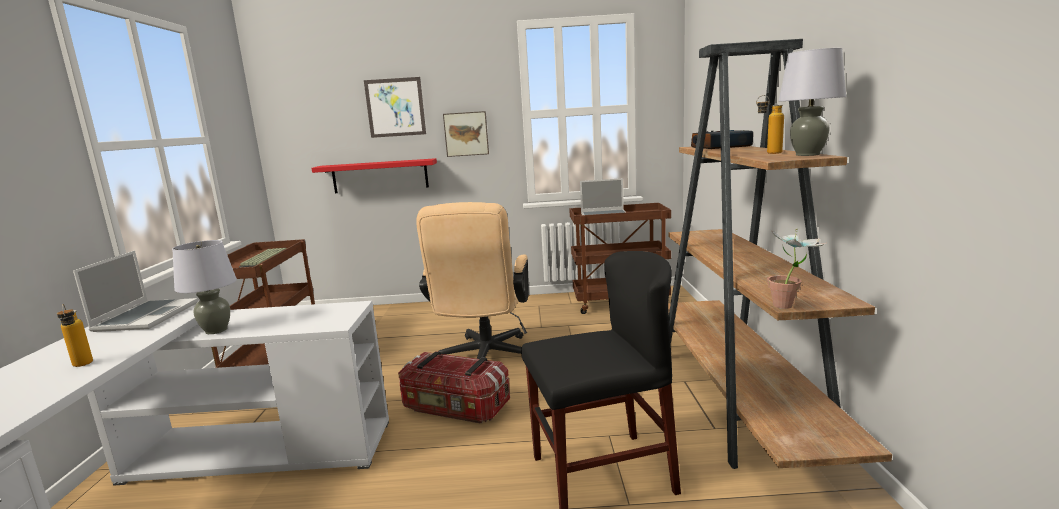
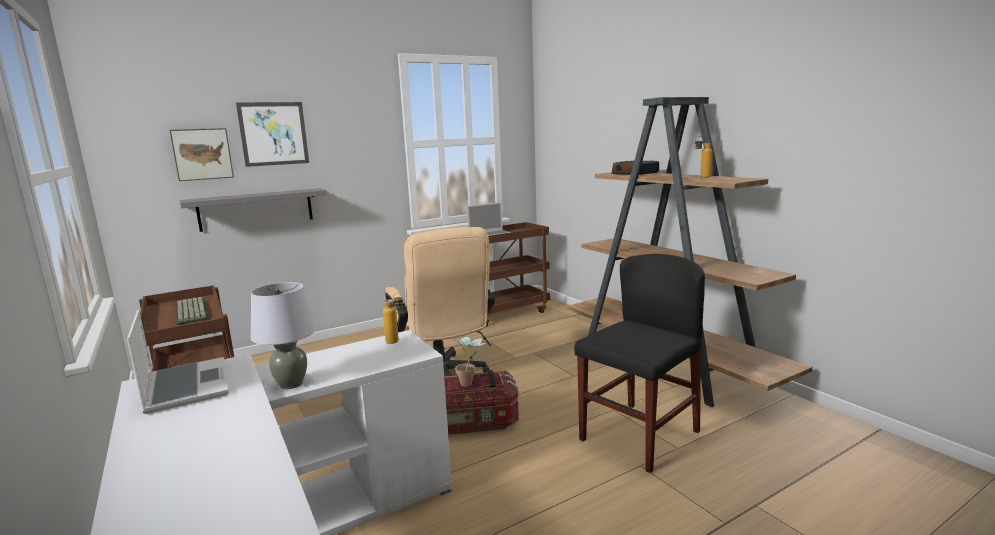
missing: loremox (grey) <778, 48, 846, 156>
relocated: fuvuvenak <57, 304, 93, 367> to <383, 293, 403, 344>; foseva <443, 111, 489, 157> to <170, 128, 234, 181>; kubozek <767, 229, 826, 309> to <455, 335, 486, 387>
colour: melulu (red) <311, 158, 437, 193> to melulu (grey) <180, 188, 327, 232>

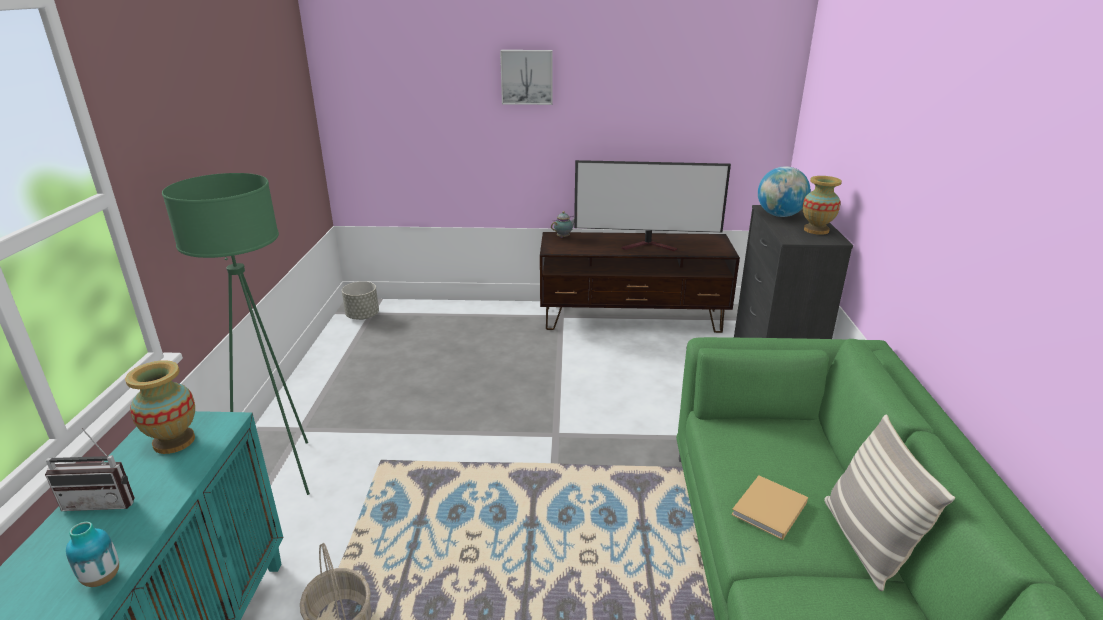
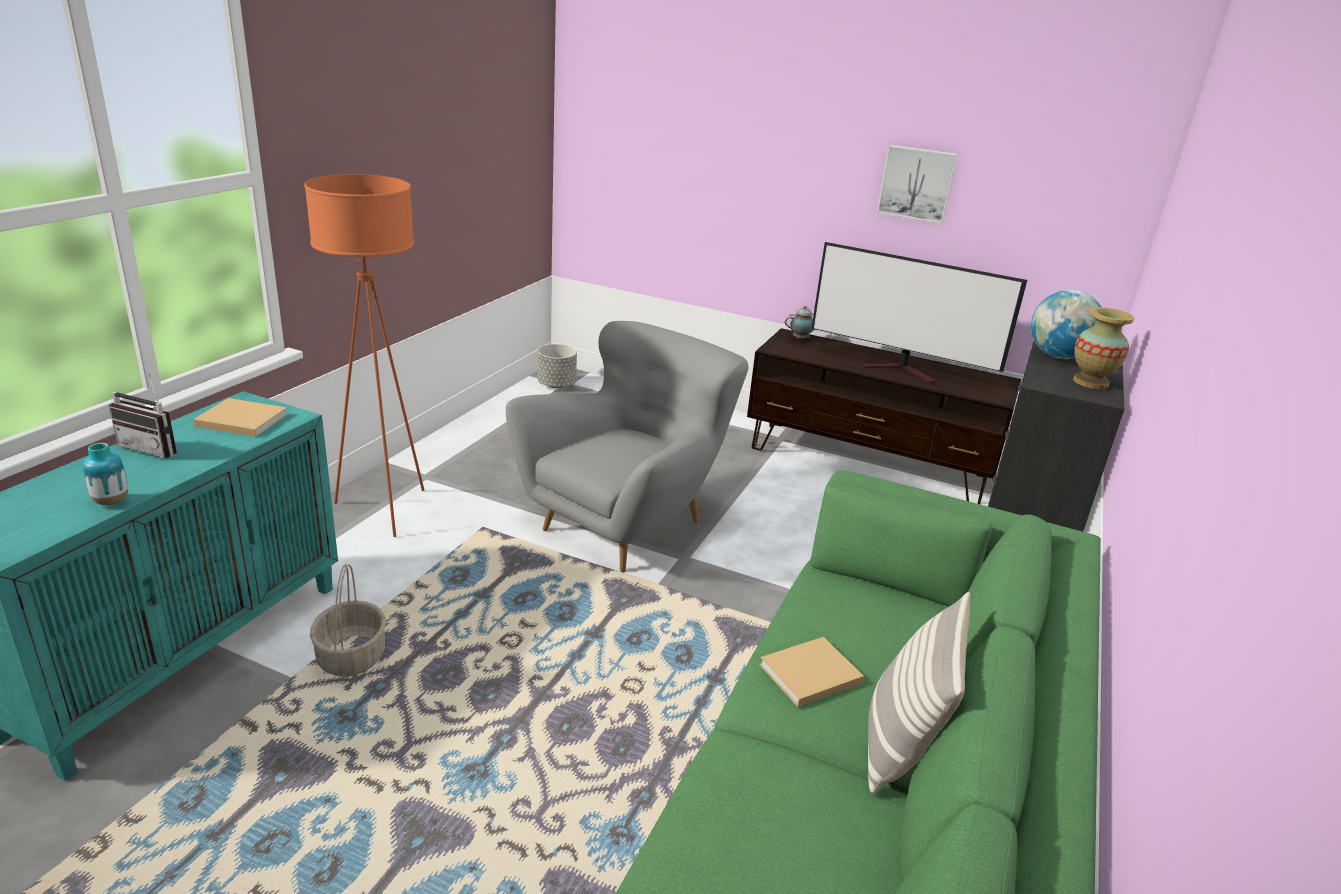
appeared: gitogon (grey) <506, 321, 748, 573>
relocated: foseva <500, 50, 553, 105> to <877, 145, 958, 223>
exchanged: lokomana <125, 360, 195, 454> to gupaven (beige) <193, 398, 288, 437>
colour: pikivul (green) <162, 173, 310, 495> to pikivul (orange) <304, 174, 424, 537>

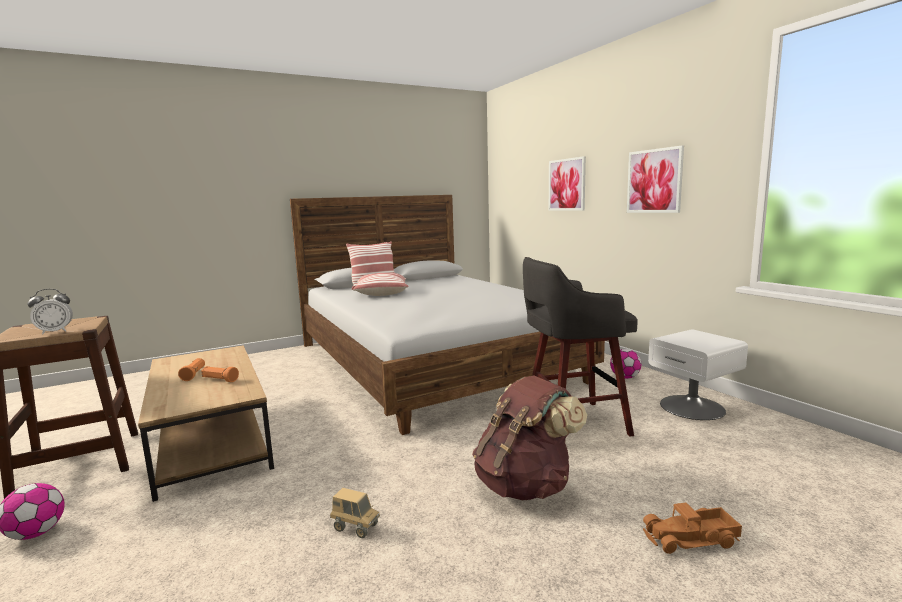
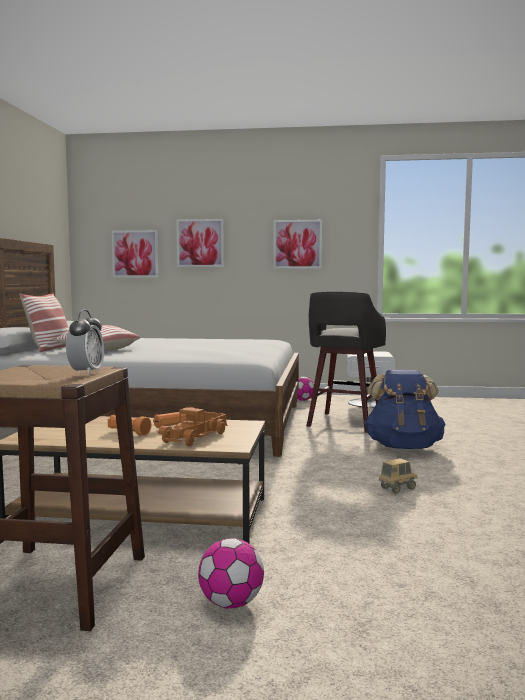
appeared: foseva <112, 230, 158, 278>
relocated: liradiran <643, 503, 742, 554> to <158, 407, 228, 446>
colour: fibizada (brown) <472, 376, 587, 500> to fibizada (blue) <364, 370, 445, 449>

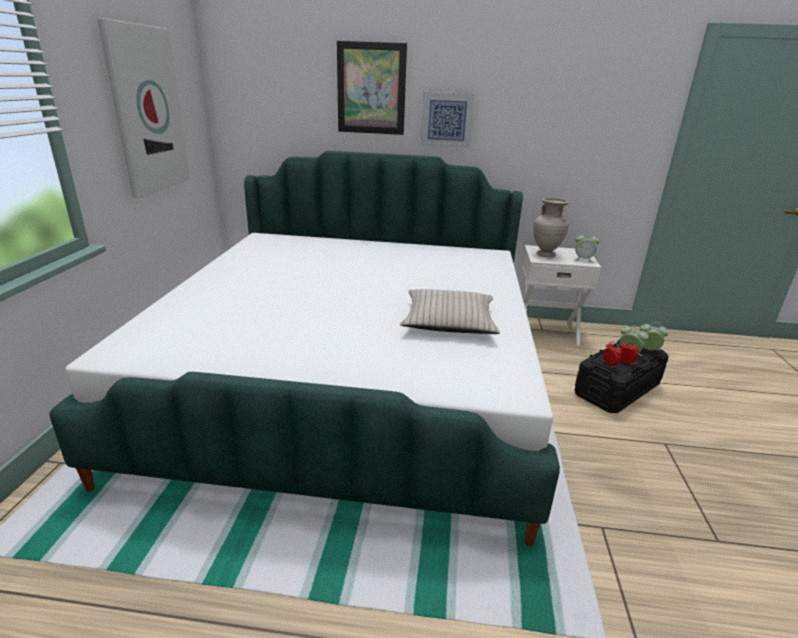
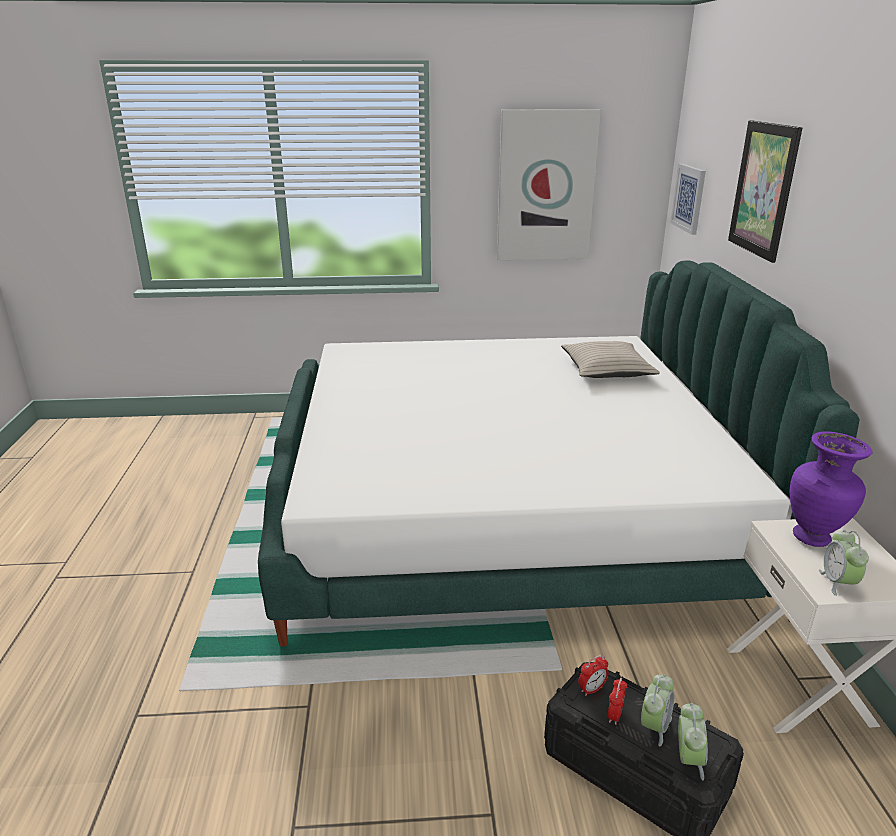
relocated: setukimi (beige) <400, 289, 500, 334> to <561, 341, 660, 378>; foseva <421, 92, 475, 148> to <670, 164, 706, 235>
colour: lokomana (beige) <533, 198, 569, 257> to lokomana (purple) <790, 431, 873, 547>

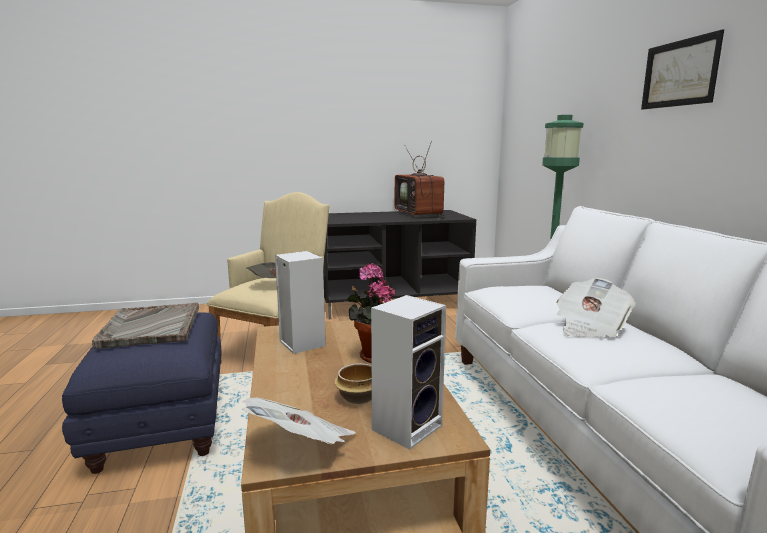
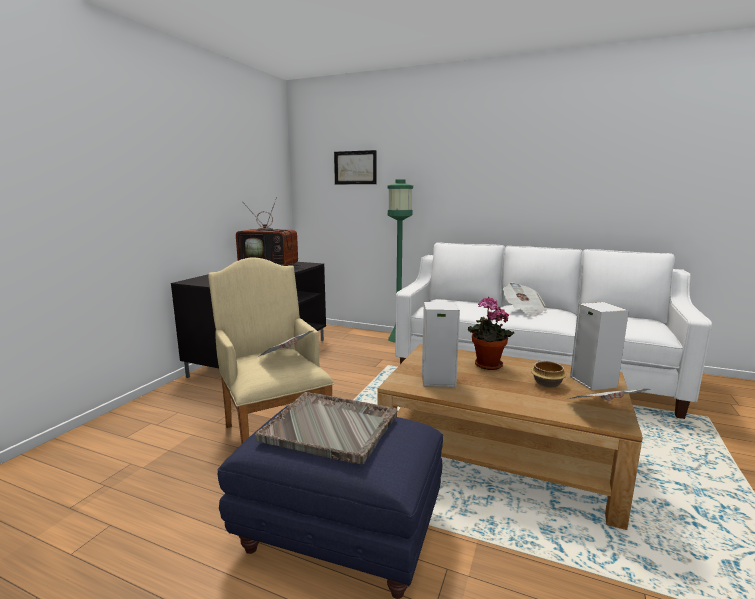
relocated: foseva <641, 29, 724, 110> to <334, 150, 376, 184>

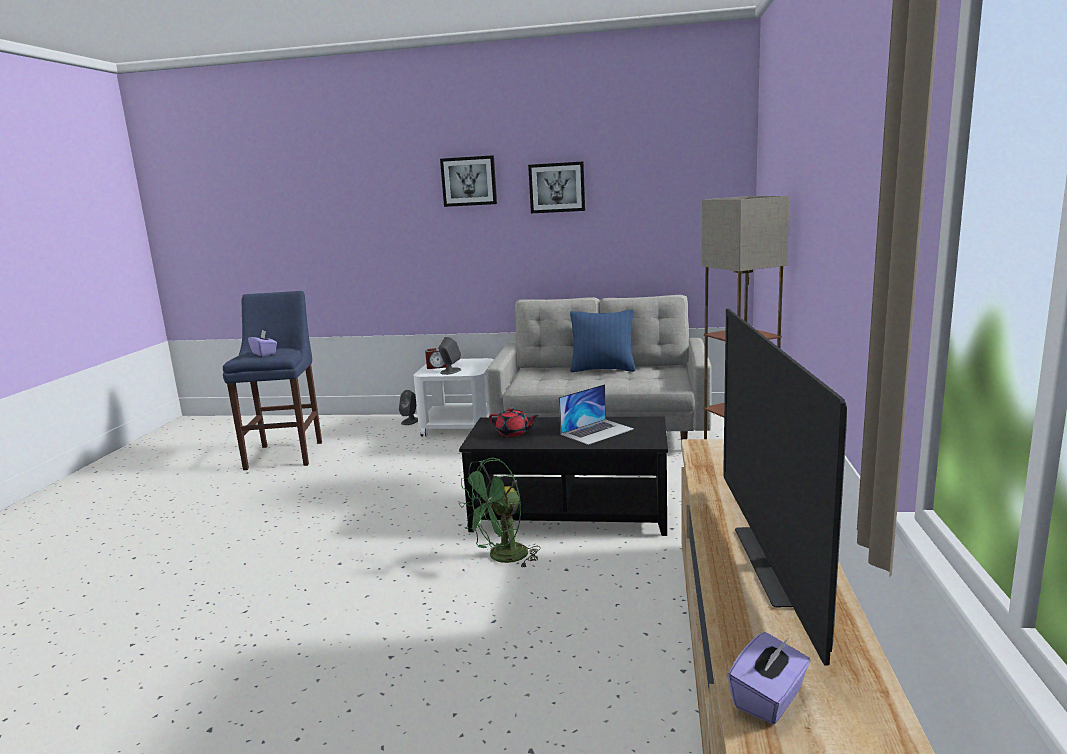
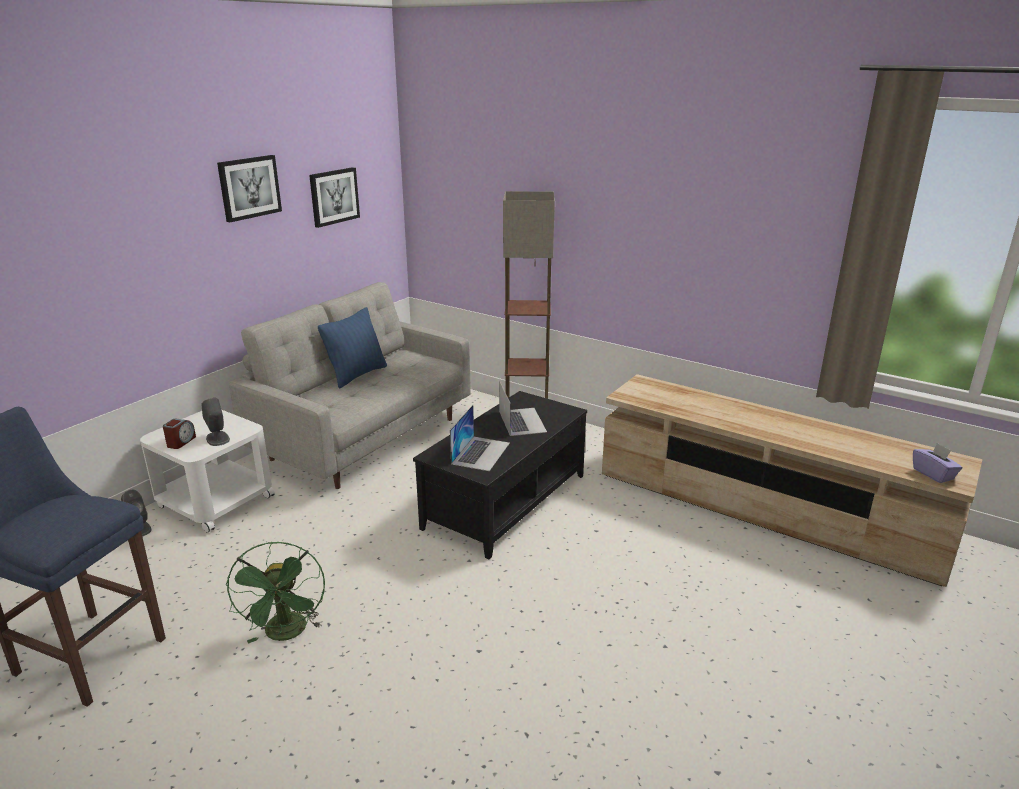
missing: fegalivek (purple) <248, 330, 277, 356>; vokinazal <723, 309, 847, 665>
relocated: foseva <440, 155, 497, 207> to <309, 167, 360, 228>; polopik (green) <459, 458, 541, 567> to <226, 541, 325, 644>
exchanged: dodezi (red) <489, 407, 538, 437> to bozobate <450, 405, 510, 471>

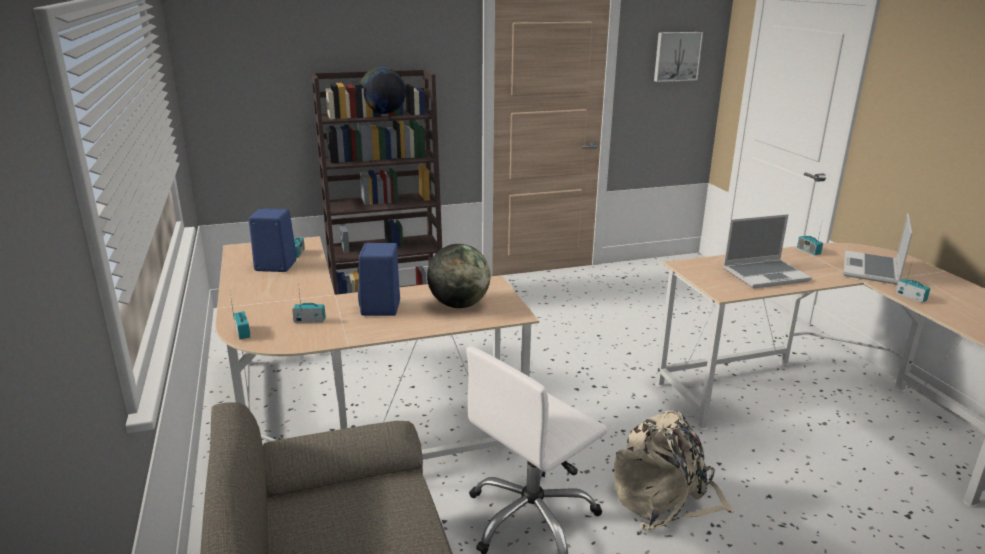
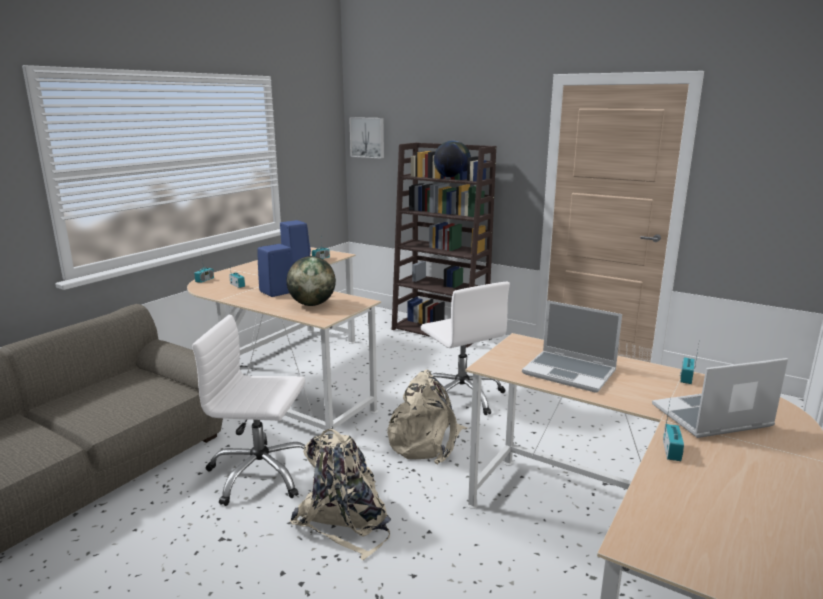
appeared: fibizada (beige) <387, 370, 468, 464>; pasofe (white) <421, 282, 510, 415>
relocated: foseva <654, 32, 703, 82> to <349, 117, 384, 159>

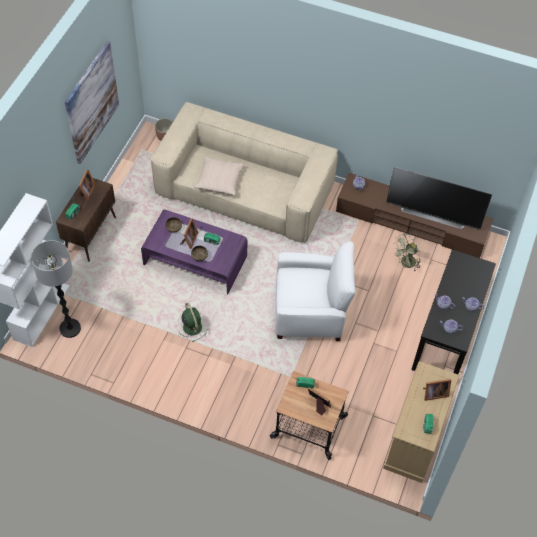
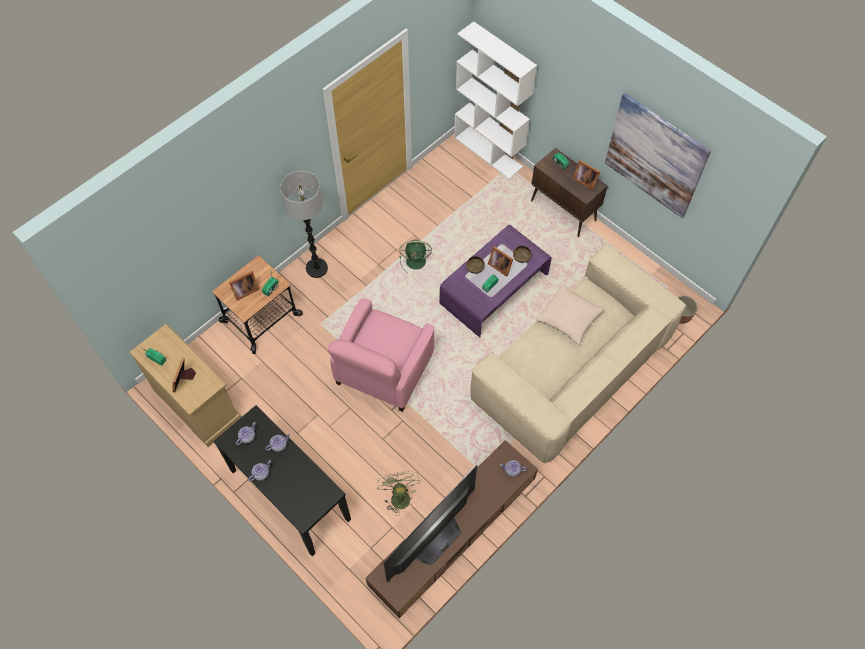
relocated: pikivul <31, 240, 81, 338> to <280, 171, 328, 278>
colour: gitogon (white) <275, 241, 355, 341> to gitogon (pink) <328, 298, 434, 412>

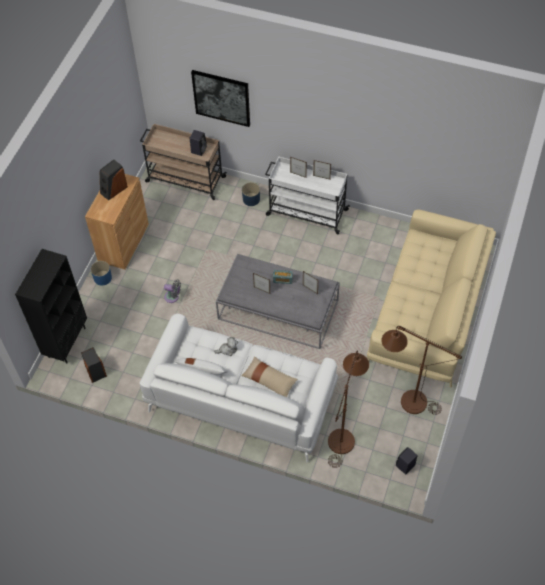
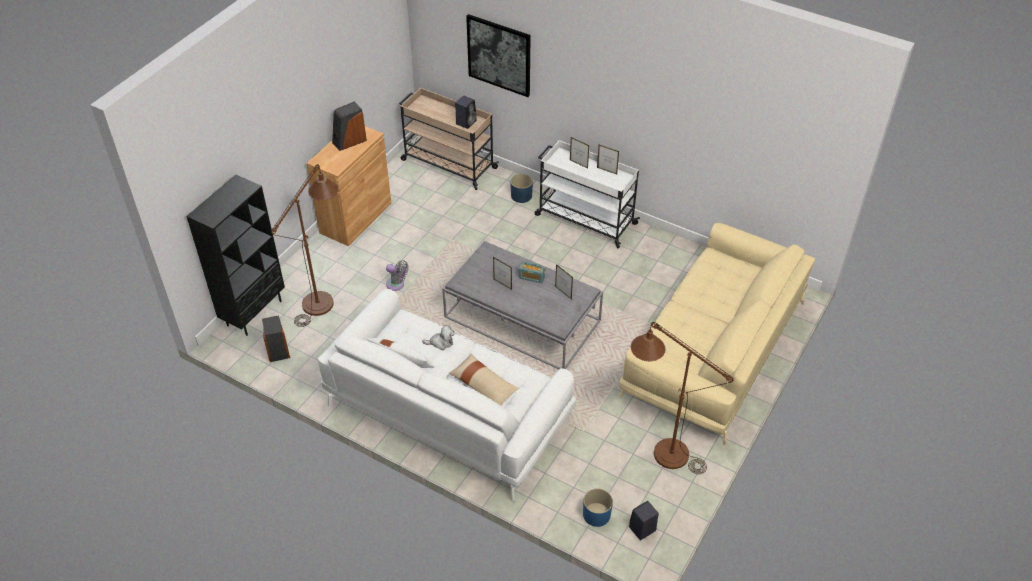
relocated: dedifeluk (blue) <91, 261, 112, 286> to <583, 488, 613, 527>; pikivul (brown) <328, 350, 369, 468> to <271, 164, 339, 327>

